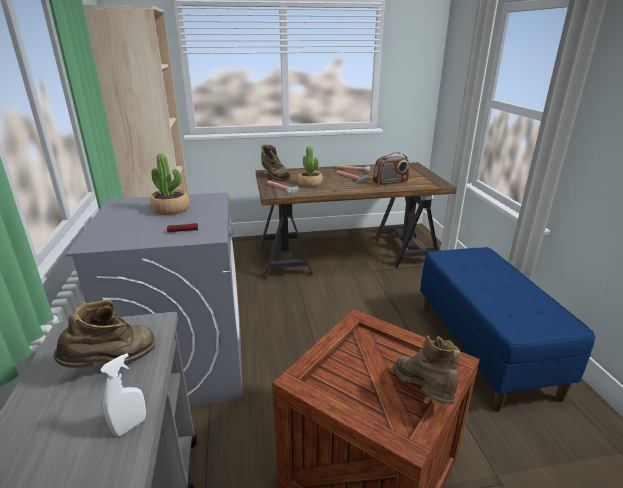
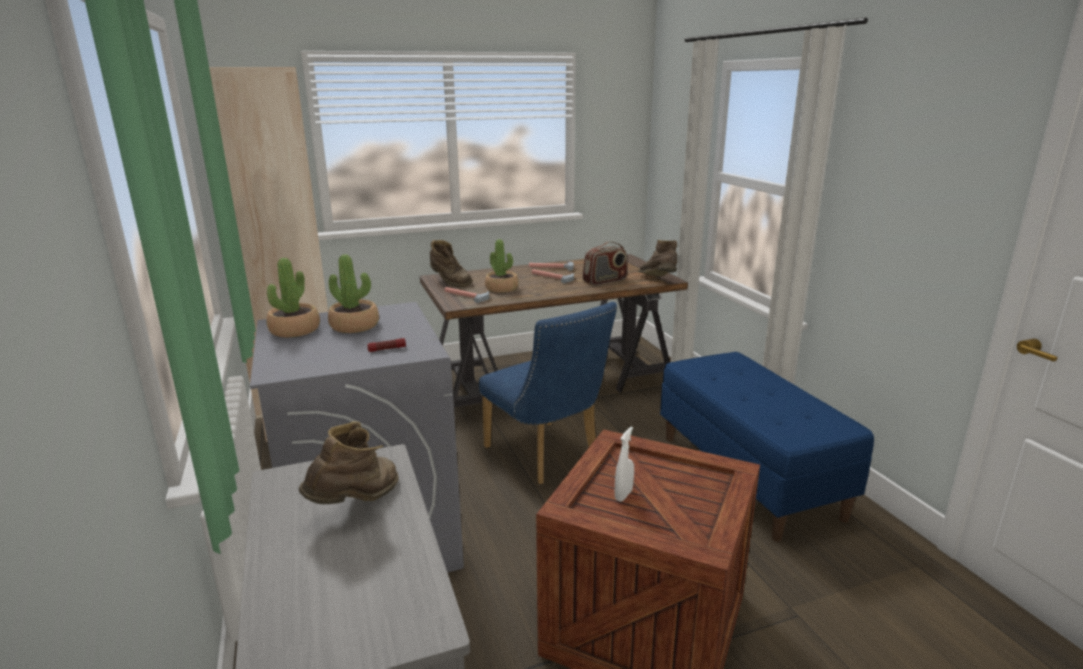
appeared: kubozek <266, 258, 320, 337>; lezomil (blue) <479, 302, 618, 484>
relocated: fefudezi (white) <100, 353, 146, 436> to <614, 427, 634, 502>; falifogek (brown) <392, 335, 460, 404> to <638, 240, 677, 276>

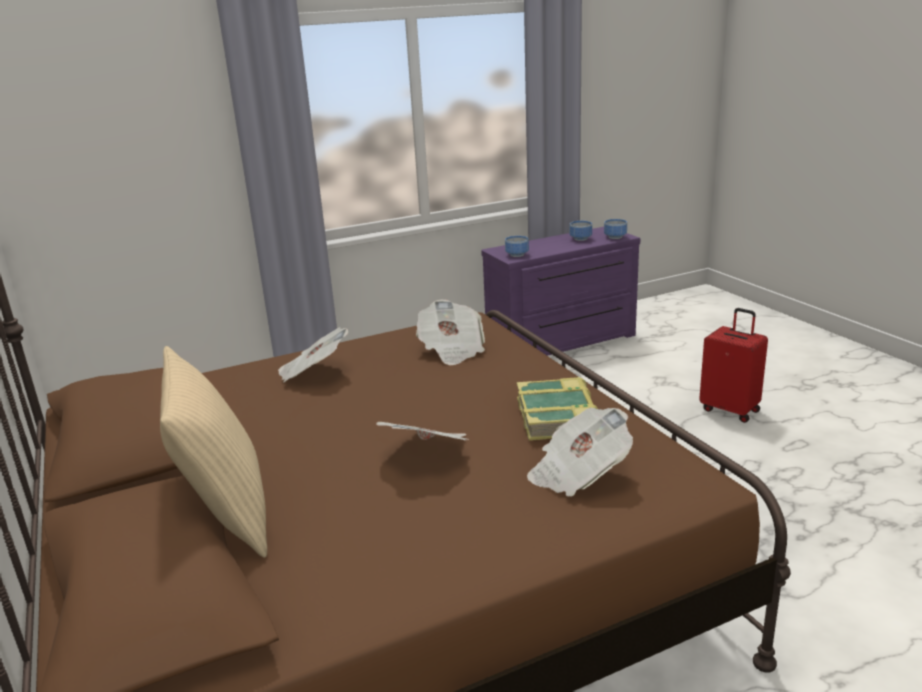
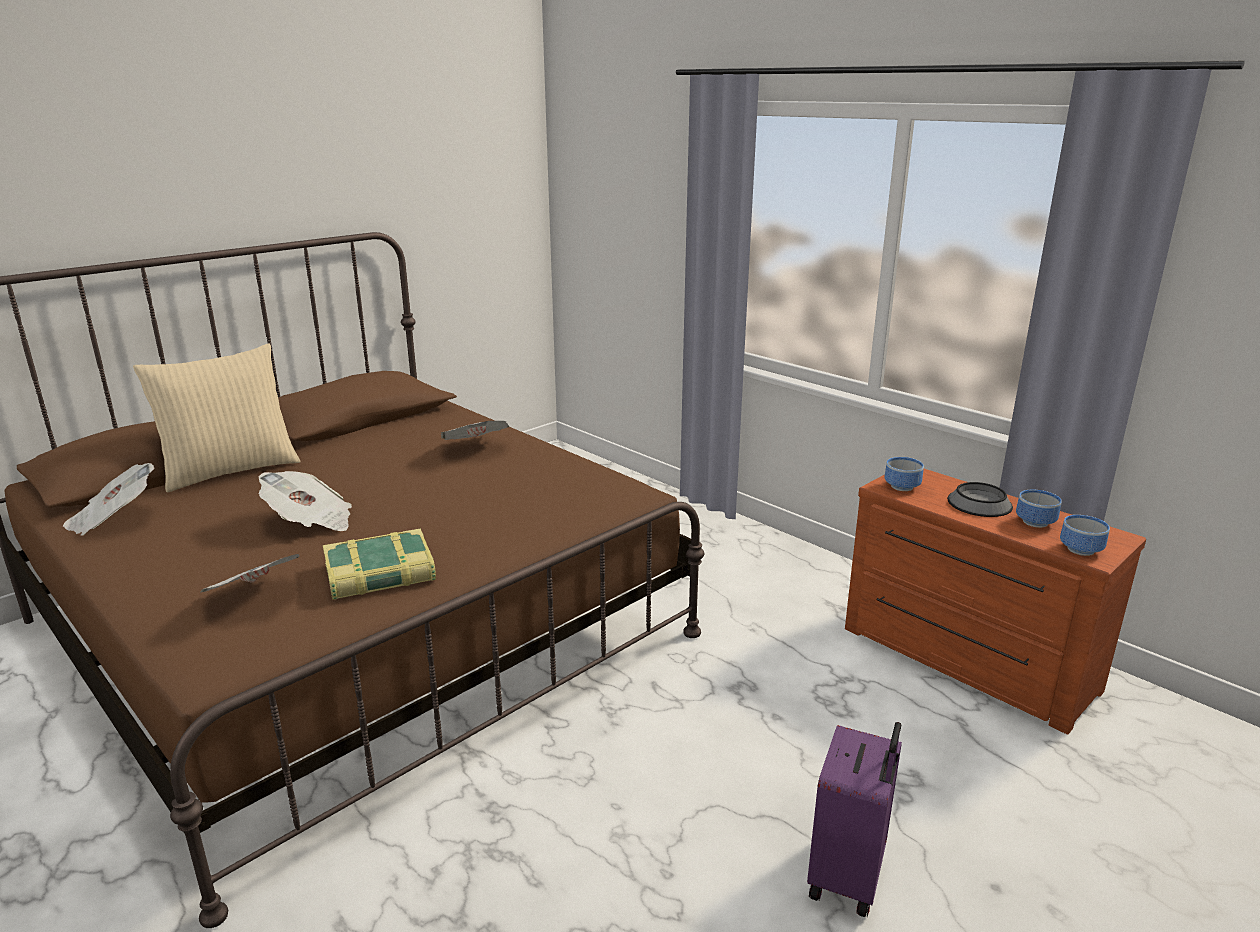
appeared: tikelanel <947, 482, 1013, 517>
relocated: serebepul <416, 299, 485, 365> to <63, 463, 155, 536>
colour: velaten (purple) <481, 227, 640, 356> to velaten (brown) <845, 469, 1146, 734>; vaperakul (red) <699, 308, 768, 423> to vaperakul (purple) <807, 722, 902, 917>

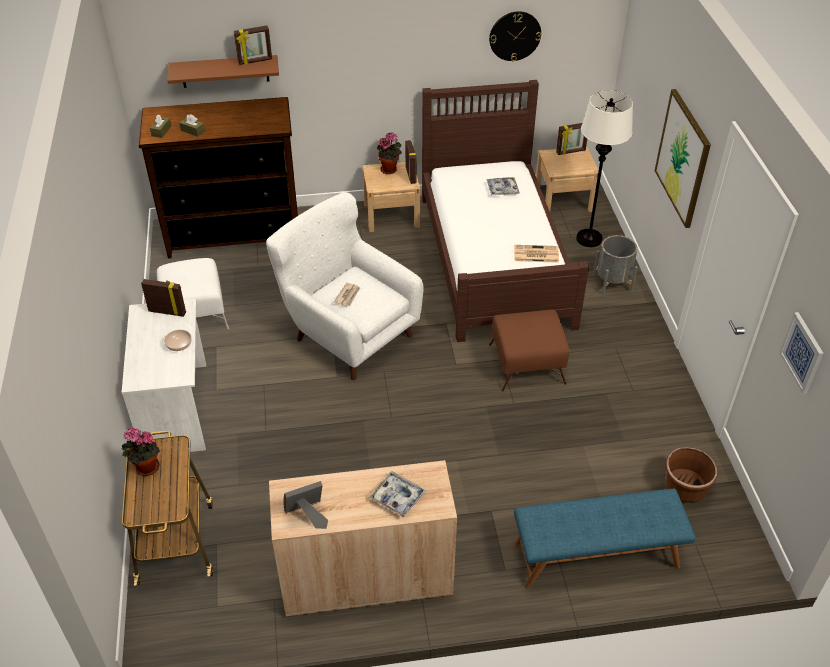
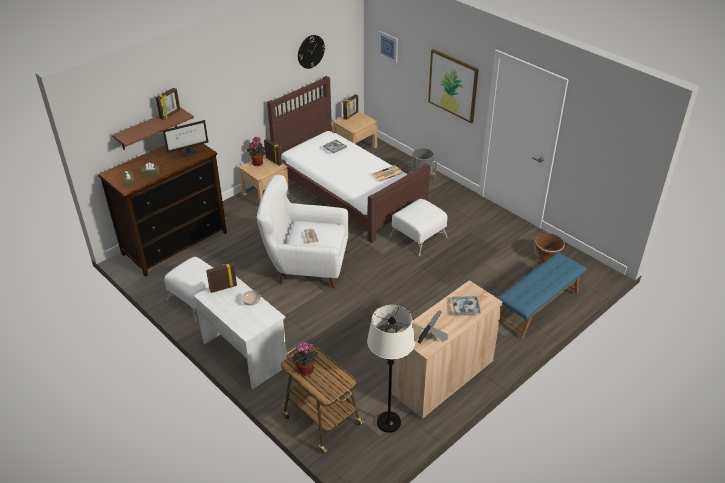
appeared: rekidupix <163, 120, 208, 157>
relocated: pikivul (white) <576, 90, 633, 247> to <367, 305, 415, 433>; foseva <779, 312, 824, 394> to <378, 31, 398, 63>
colour: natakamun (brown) <489, 309, 569, 392> to natakamun (white) <390, 199, 448, 256>

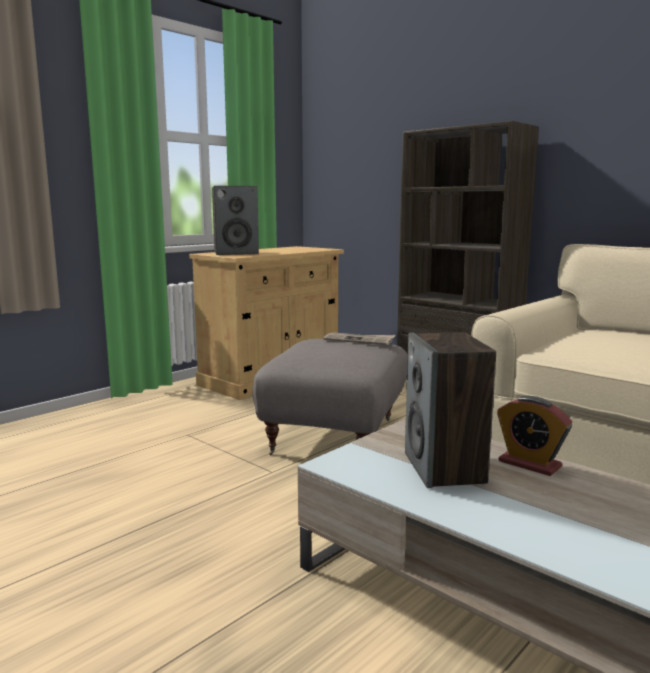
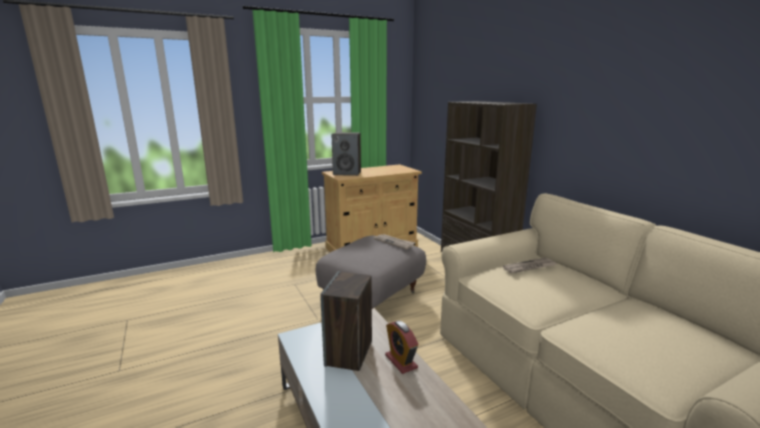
appeared: serebepul <502, 258, 556, 273>

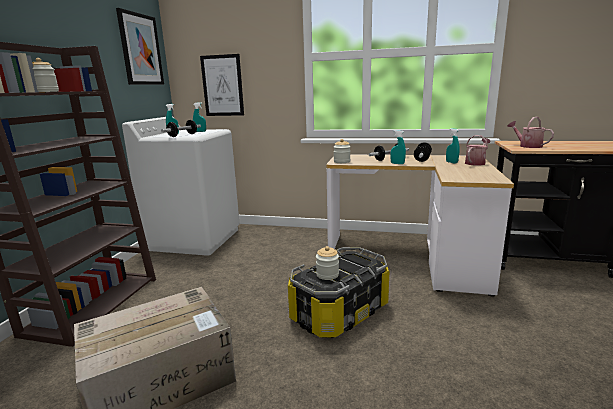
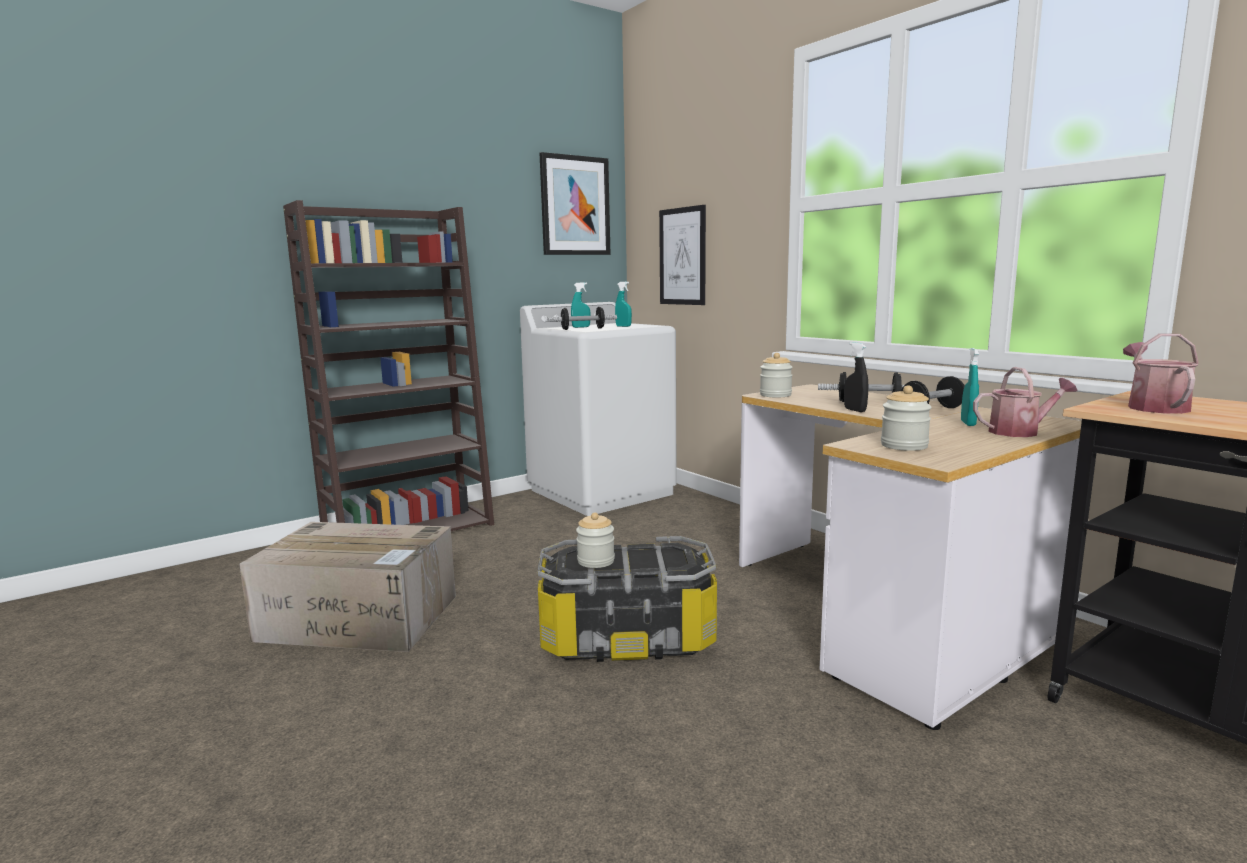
relocated: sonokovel <32, 58, 59, 92> to <881, 385, 932, 451>
colour: fefudezi (turquoise) <391, 130, 406, 164> to fefudezi (black) <844, 342, 868, 412>

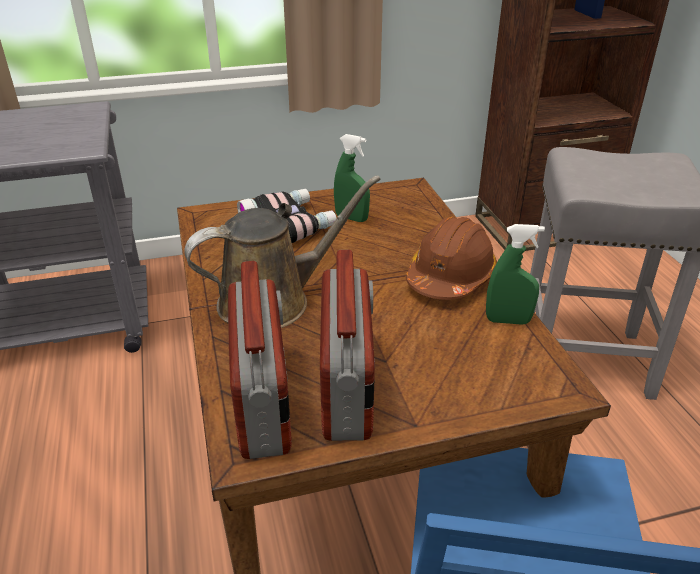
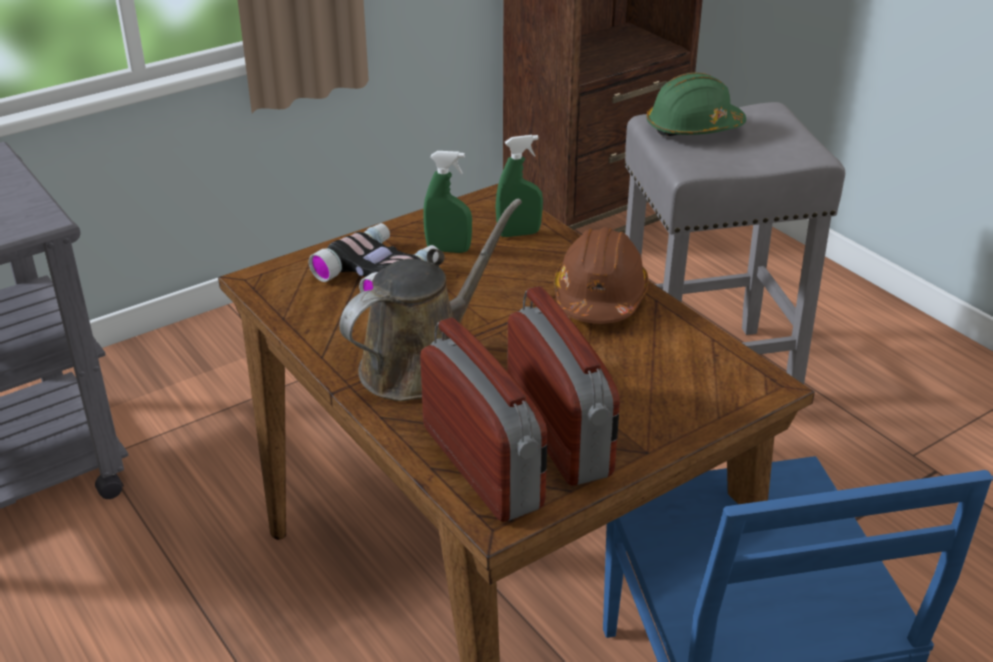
appeared: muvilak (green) <646, 72, 746, 136>
relocated: fefudezi (green) <486, 224, 545, 325> to <495, 135, 543, 237>

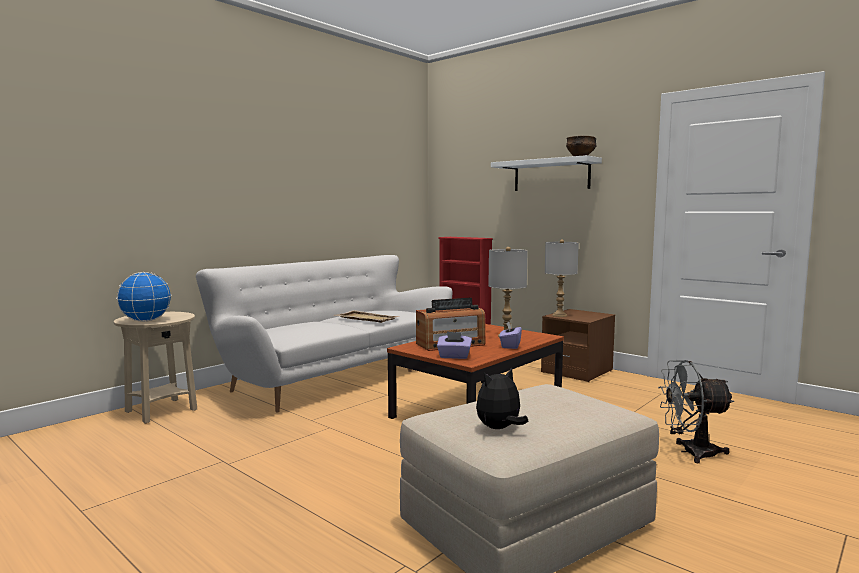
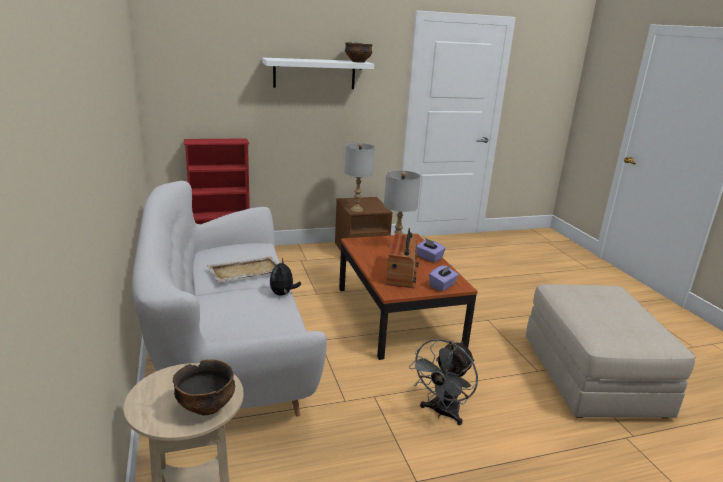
relocated: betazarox <476, 367, 528, 429> to <270, 258, 301, 296>; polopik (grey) <658, 360, 734, 463> to <409, 339, 478, 425>
exchanged: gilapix <116, 272, 172, 322> to tikelanel <173, 360, 235, 415>

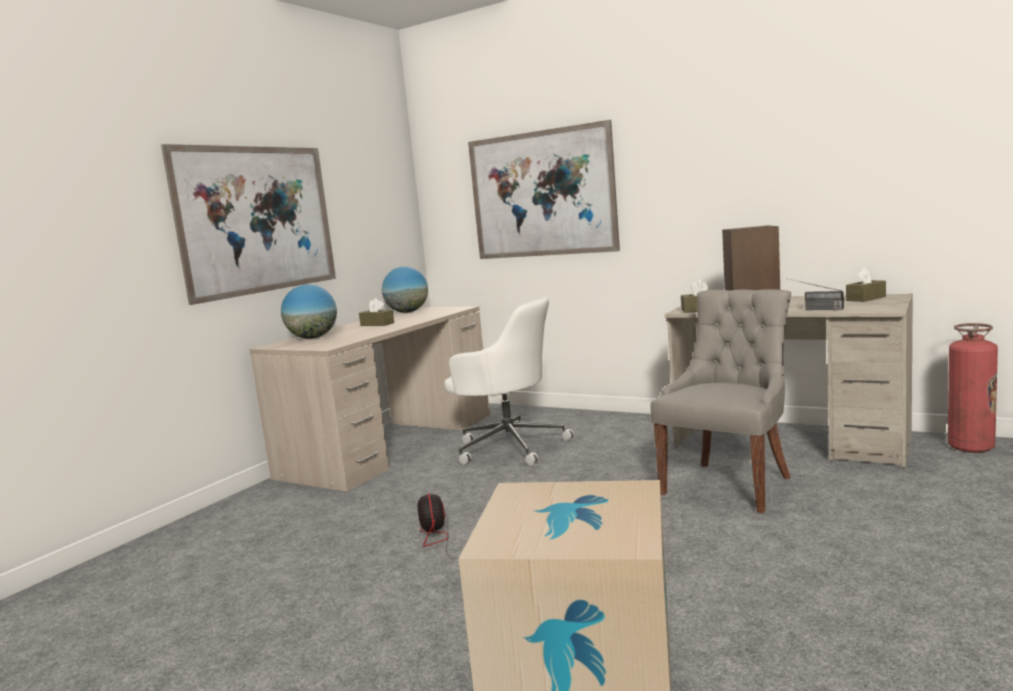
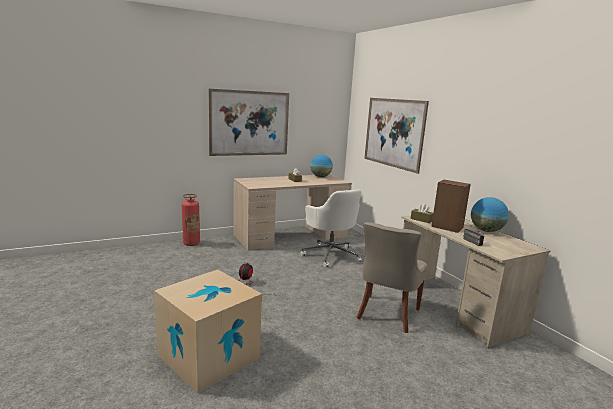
missing: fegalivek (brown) <846, 267, 886, 302>
relocated: gilapix <281, 284, 337, 339> to <471, 197, 509, 232>; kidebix <948, 323, 998, 453> to <182, 194, 200, 246>
spun: lezomil (grey) <650, 289, 791, 513> = <356, 222, 428, 333> 135 degrees clockwise

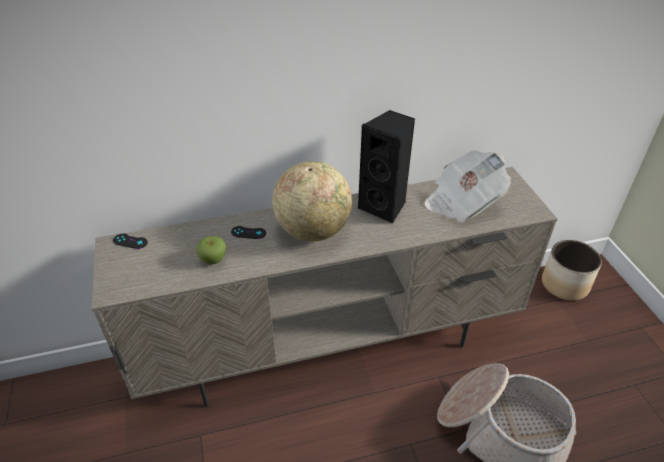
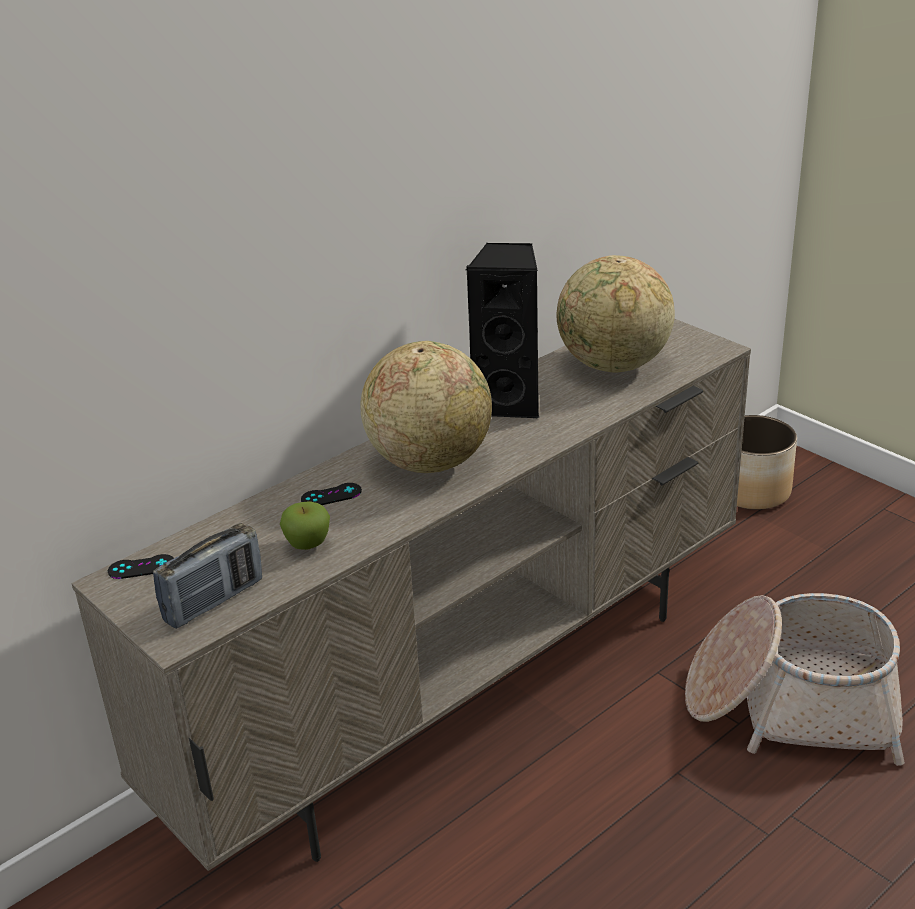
appeared: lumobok <153, 523, 262, 629>
exchanged: serebepul <425, 150, 511, 223> to gilapix <556, 255, 675, 372>

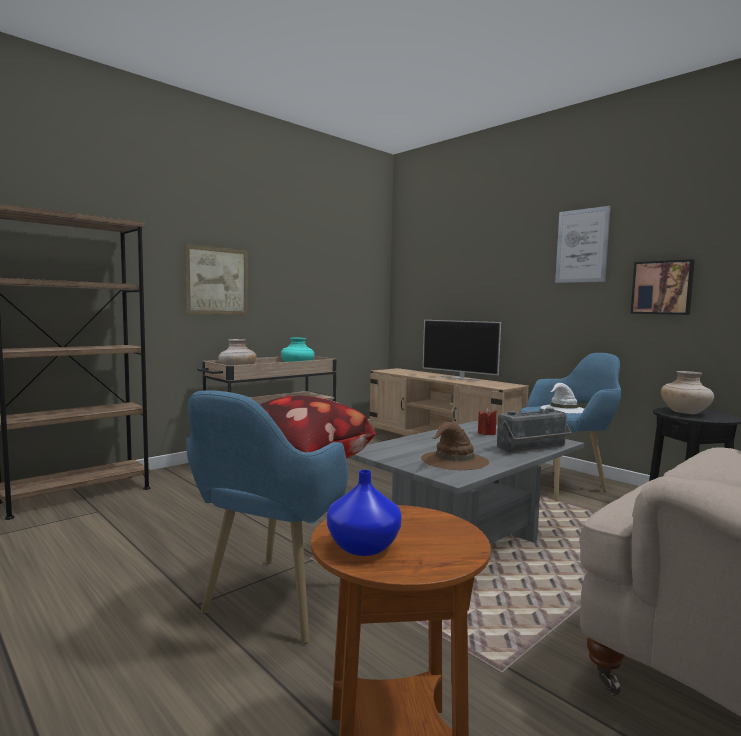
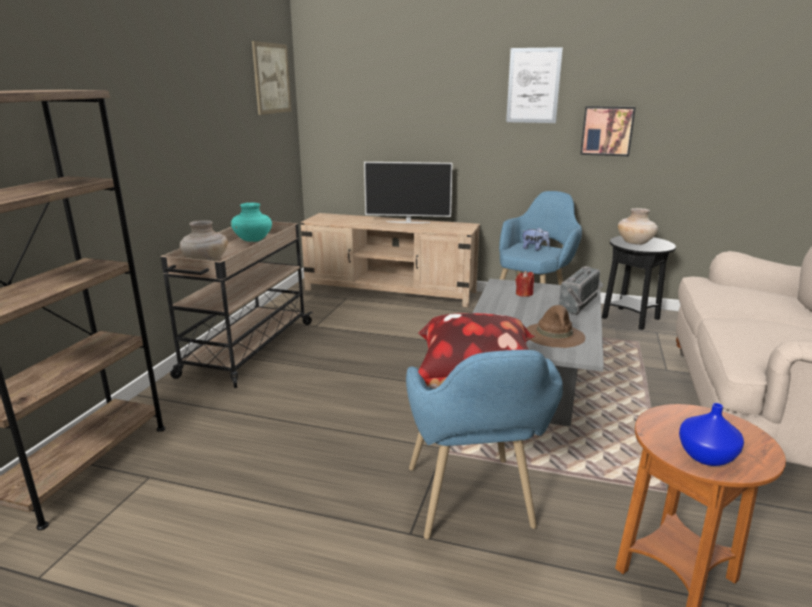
relocated: foseva <184, 244, 248, 315> to <252, 41, 291, 115>
exchanged: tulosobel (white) <541, 383, 584, 414> to betazarox <522, 228, 550, 251>

